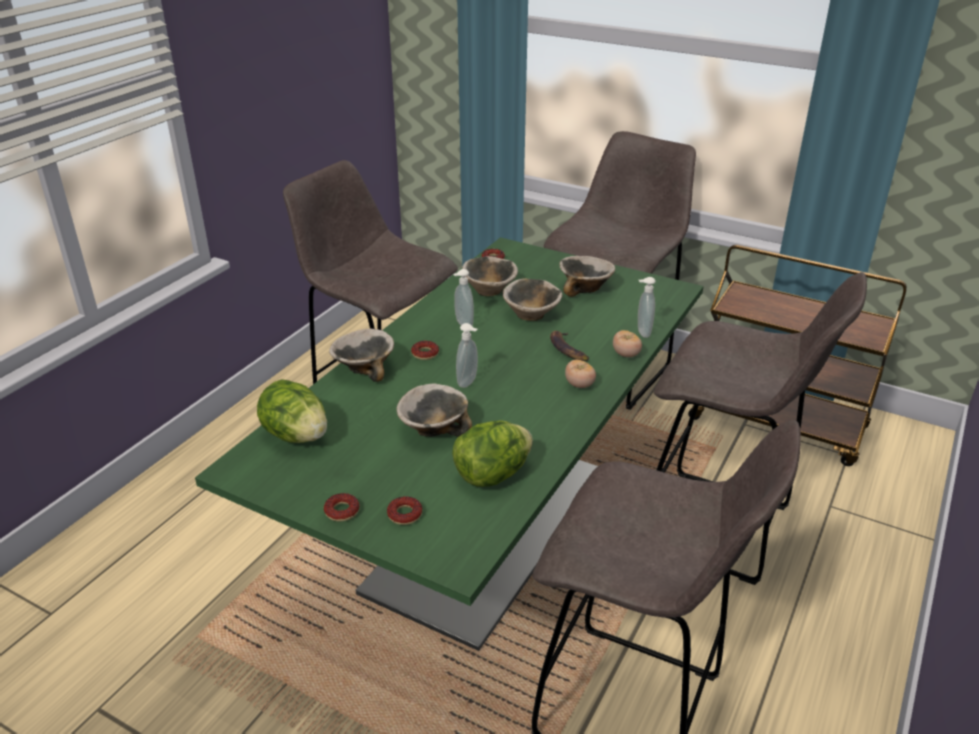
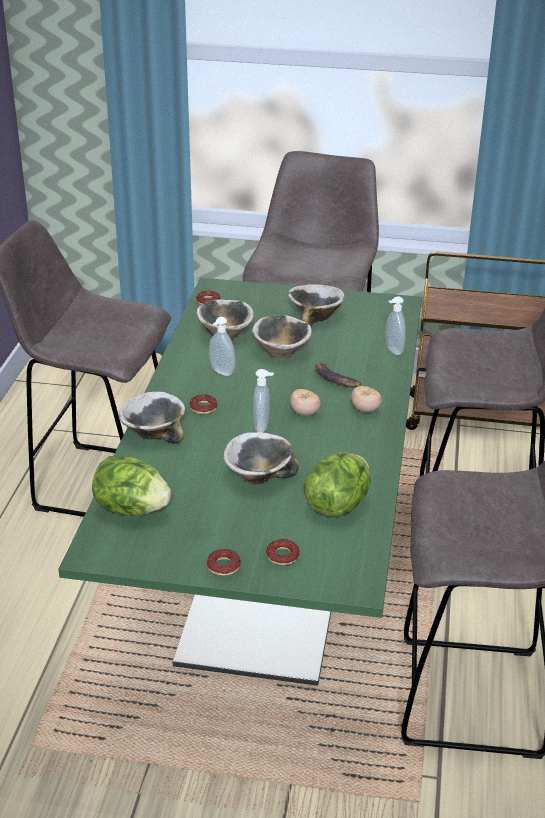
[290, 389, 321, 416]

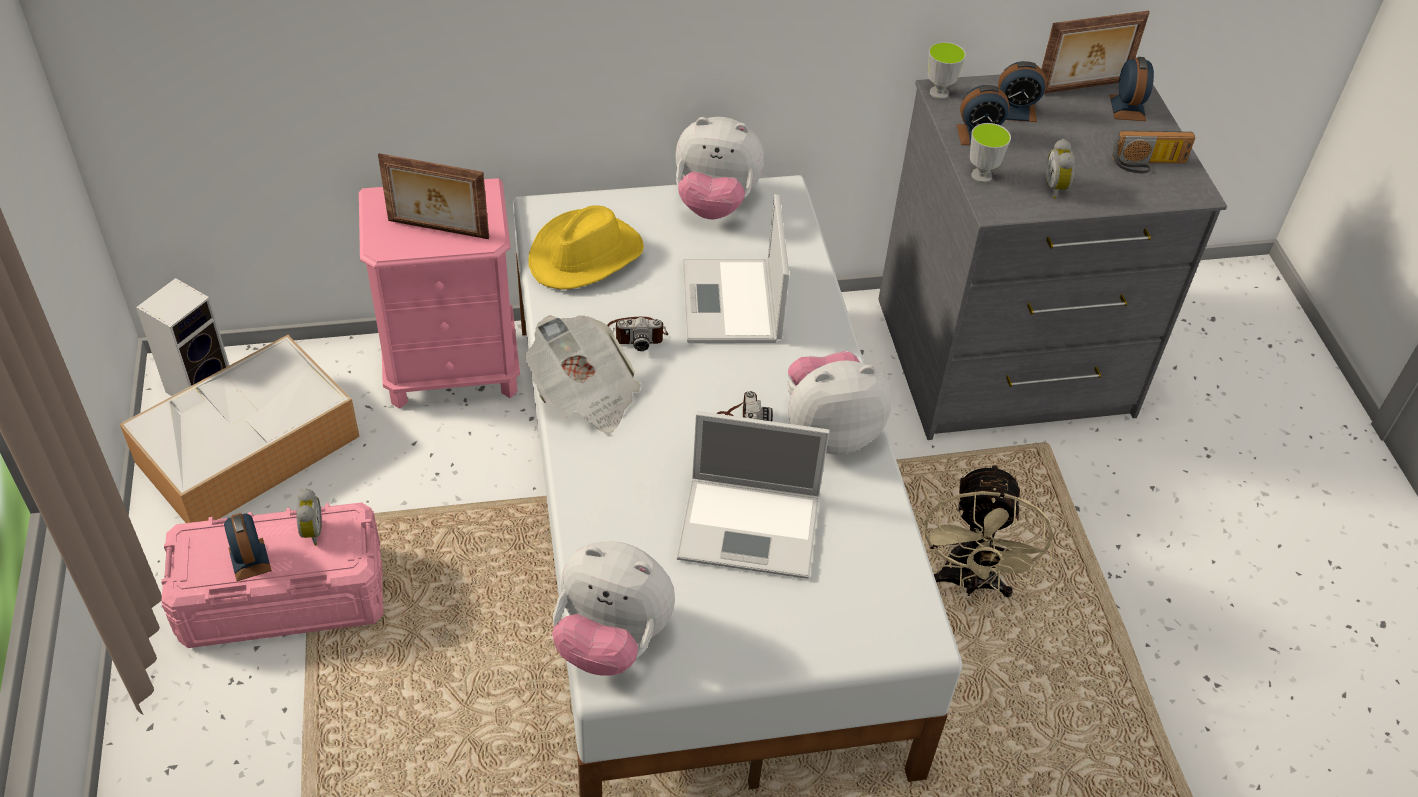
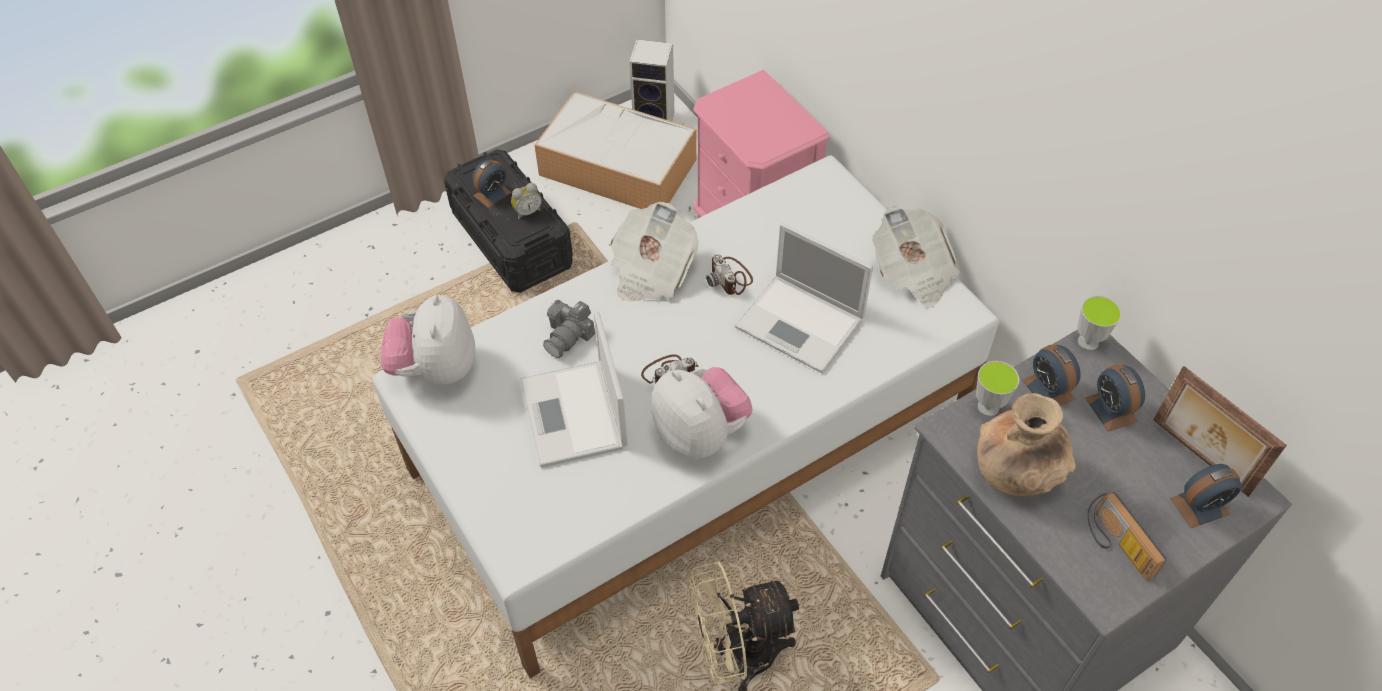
[378, 153, 489, 239] (first image)
[528, 205, 644, 290] (first image)
[543, 300, 595, 358]
[872, 206, 960, 308]
[977, 393, 1076, 496]
[444, 150, 573, 293]
[735, 223, 873, 374]

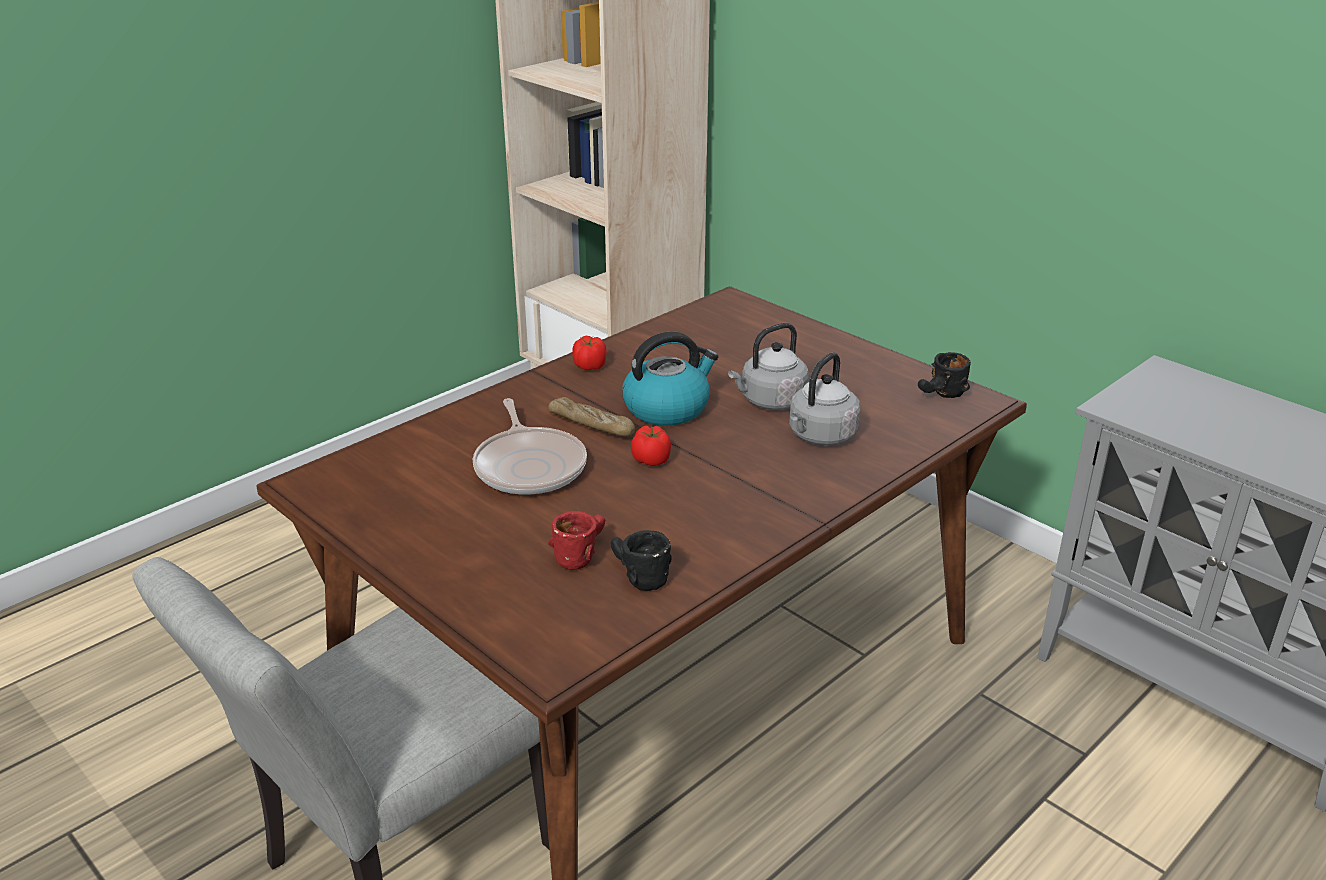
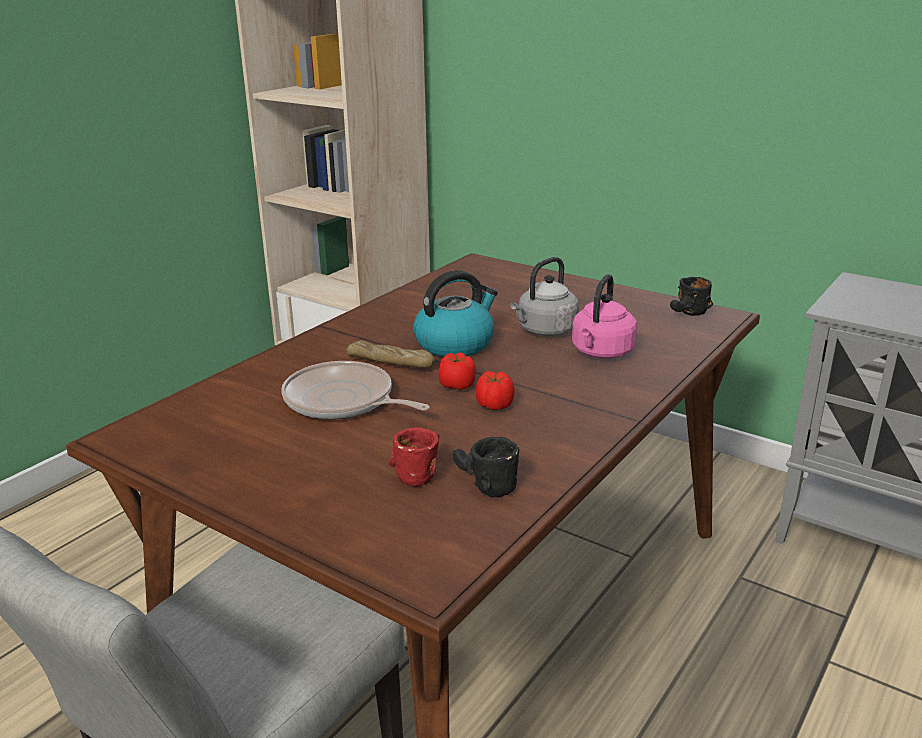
[475, 371, 515, 410]
[572, 274, 637, 359]
[281, 361, 430, 420]

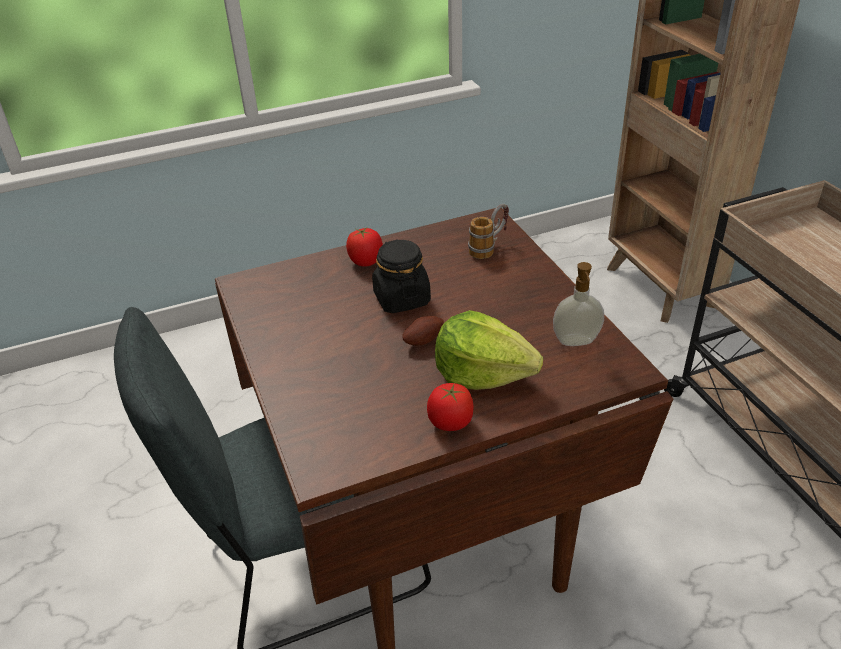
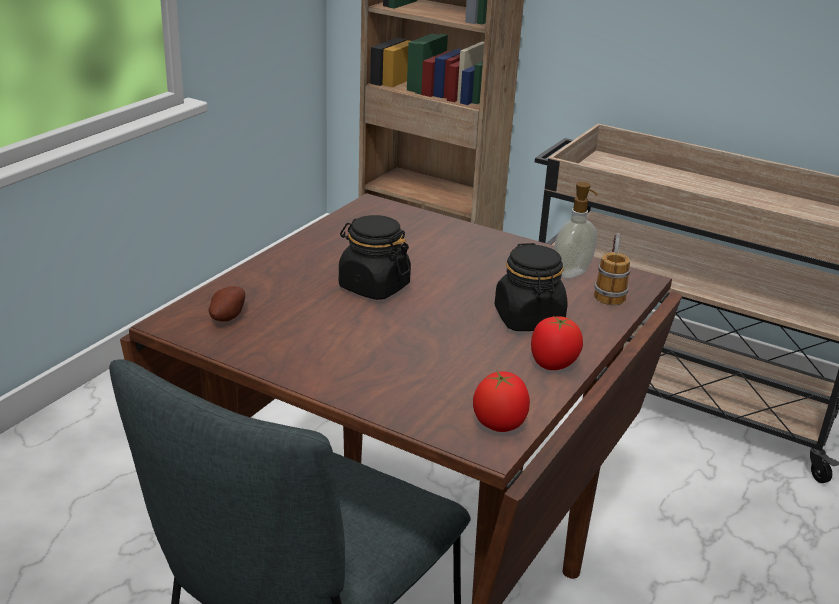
[473, 370, 530, 432]
[209, 286, 245, 322]
[594, 233, 630, 305]
[495, 243, 567, 331]

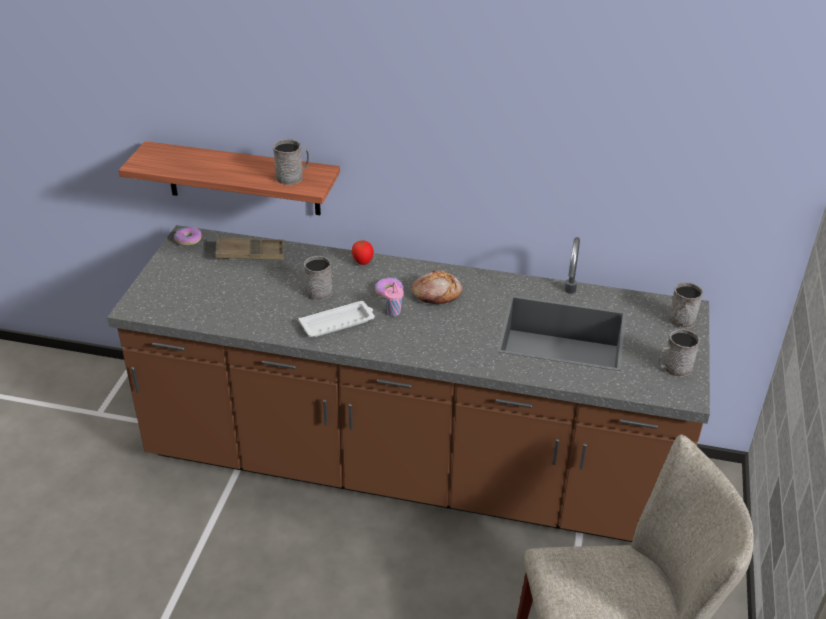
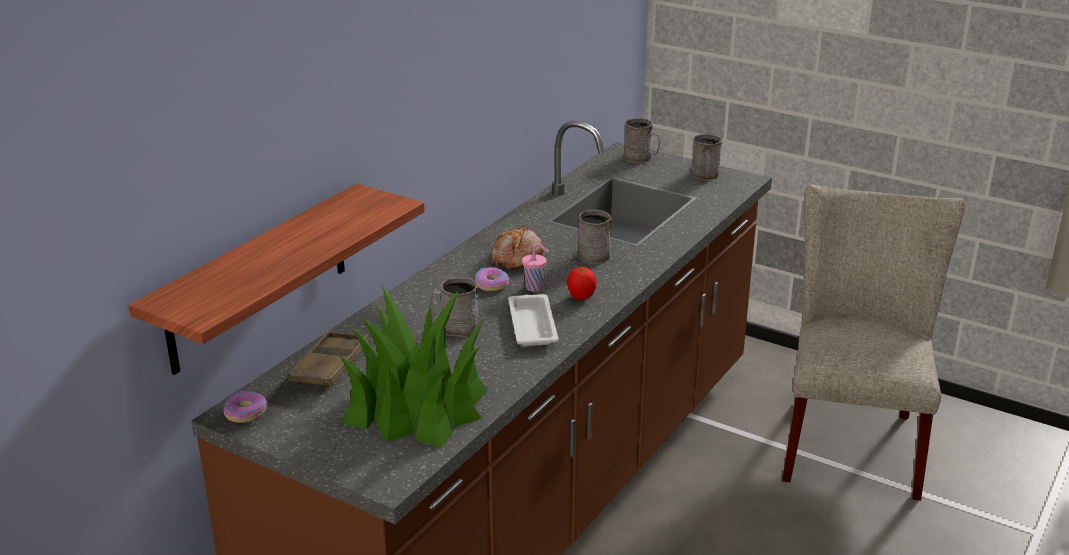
[339, 284, 488, 448]
[578, 210, 612, 264]
[567, 267, 597, 300]

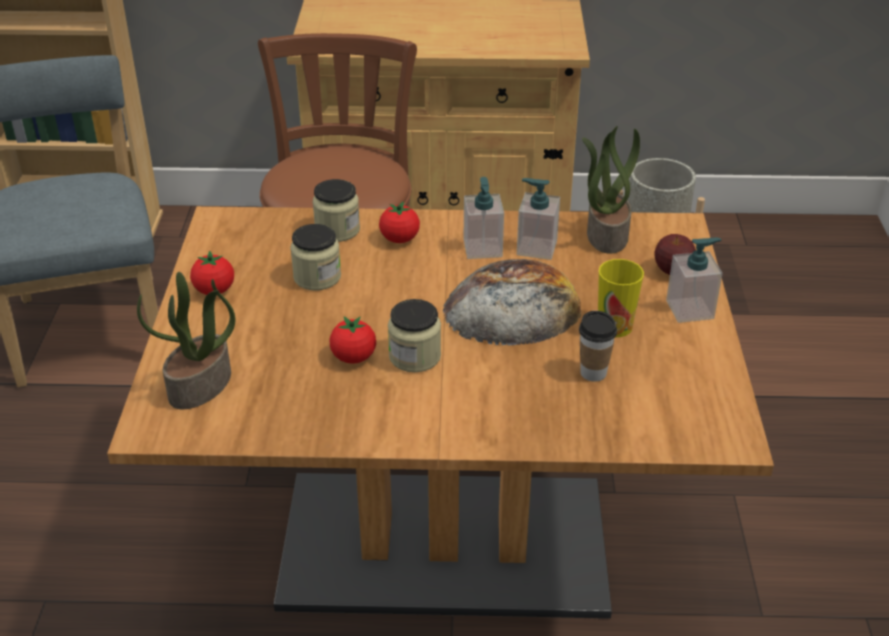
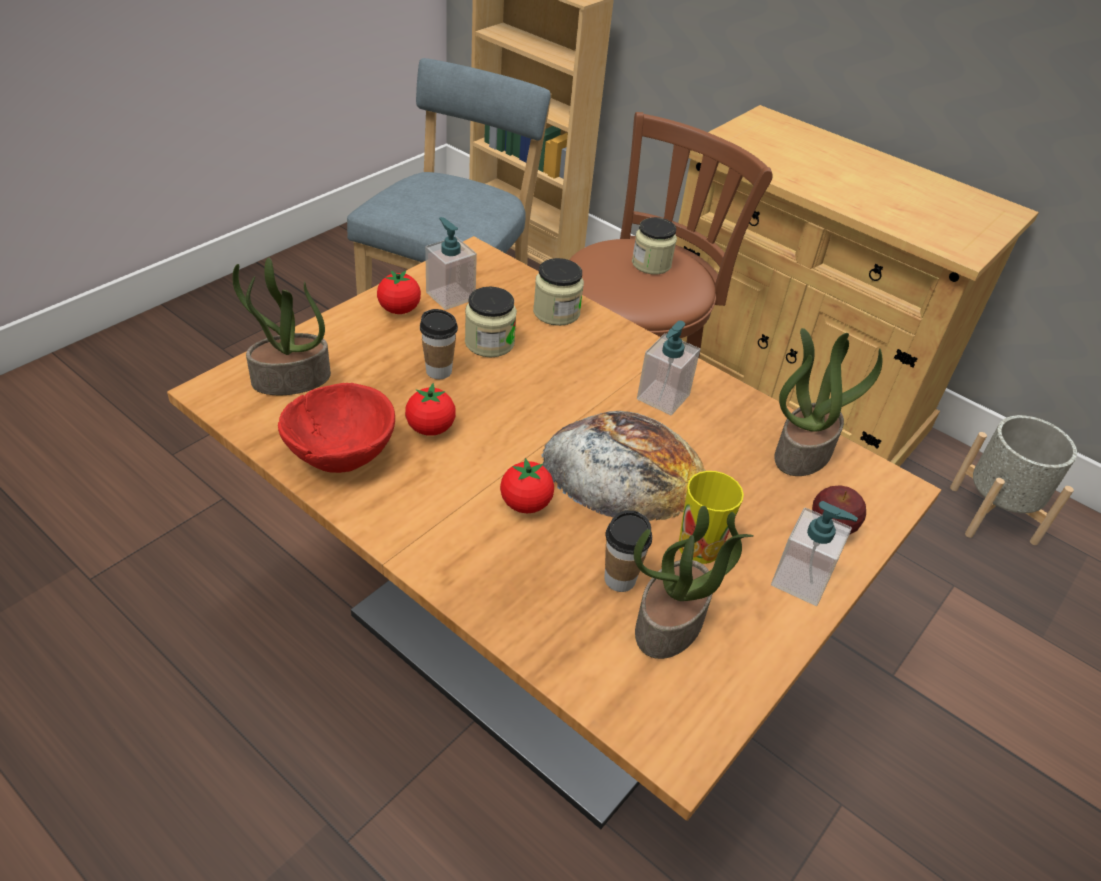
[278, 383, 395, 473]
[420, 309, 458, 379]
[634, 506, 754, 659]
[500, 458, 554, 513]
[632, 217, 677, 274]
[425, 217, 477, 310]

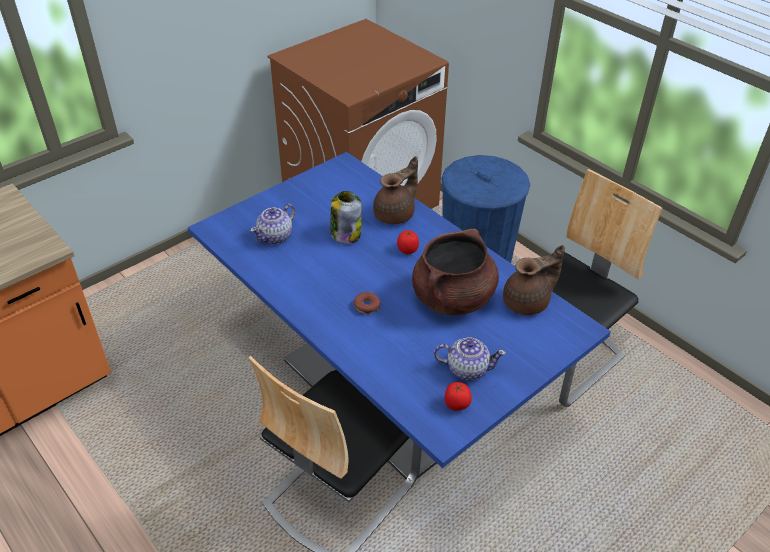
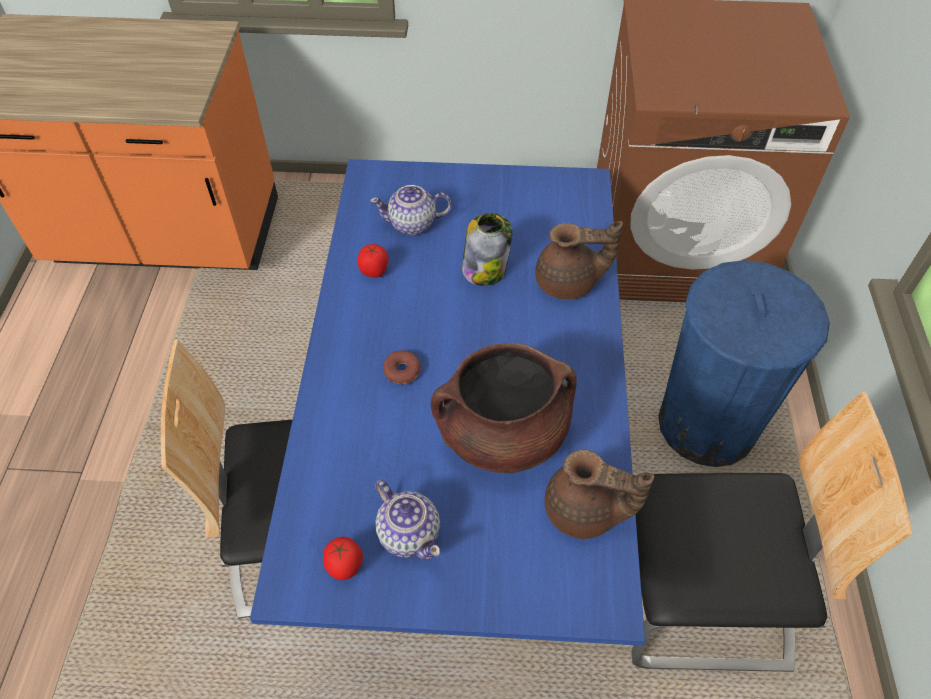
[358, 244, 389, 278]

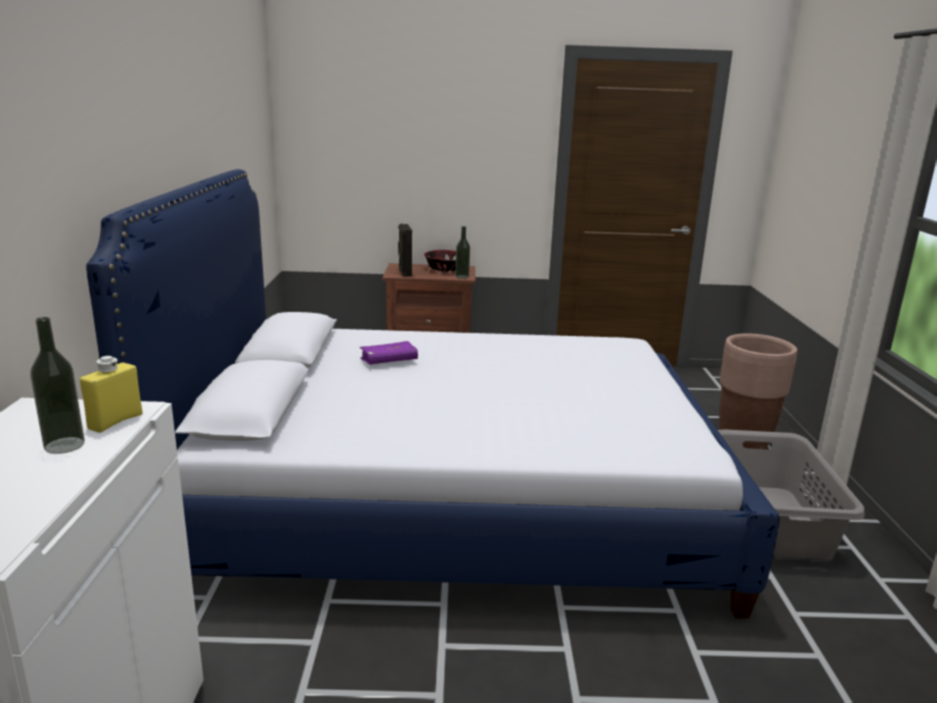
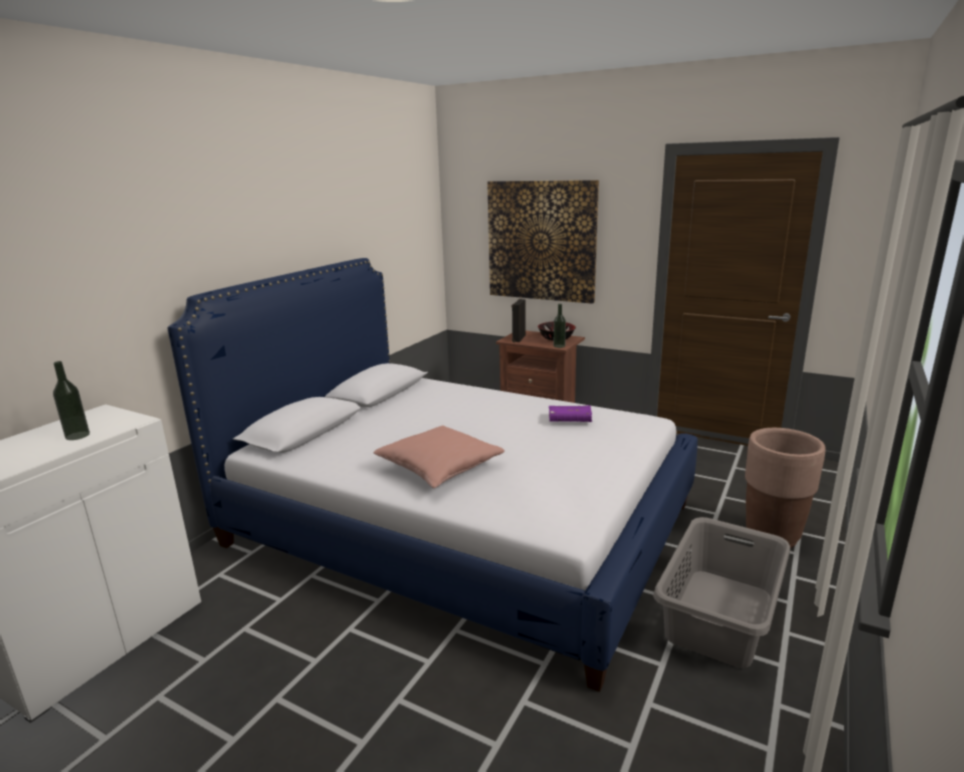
[80, 356, 143, 433] (first image)
[373, 426, 505, 488]
[487, 180, 599, 304]
[549, 406, 592, 422]

